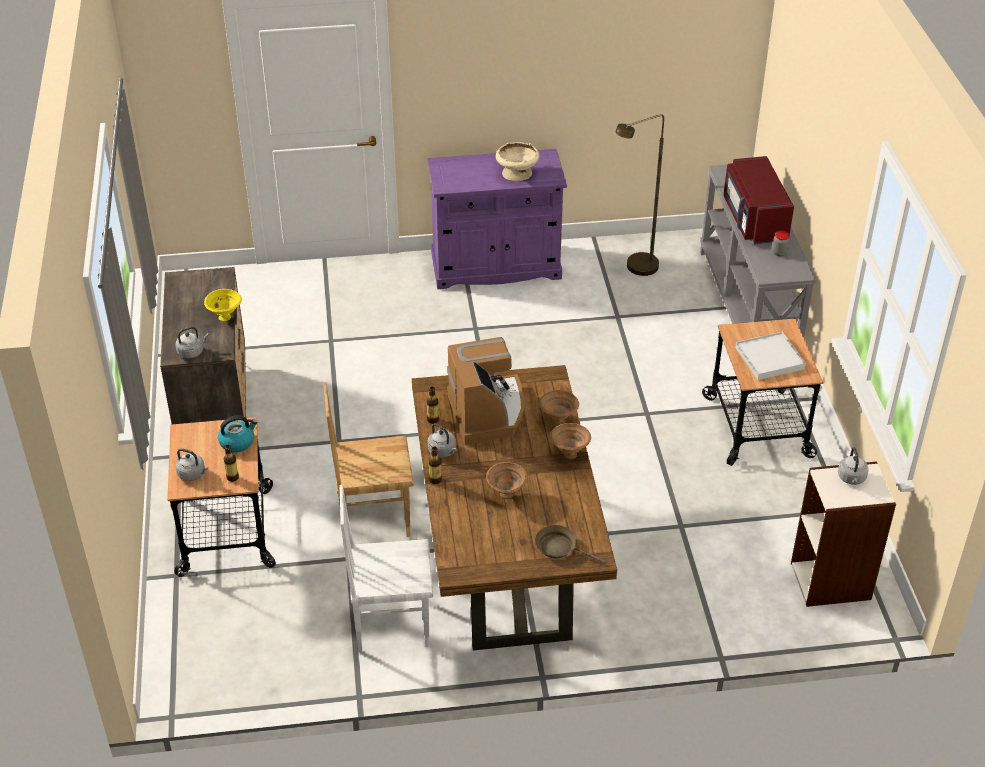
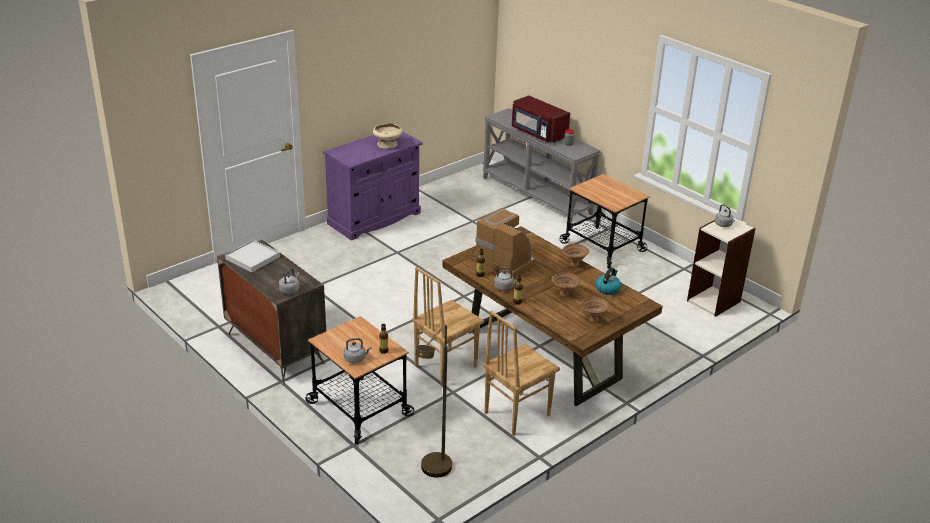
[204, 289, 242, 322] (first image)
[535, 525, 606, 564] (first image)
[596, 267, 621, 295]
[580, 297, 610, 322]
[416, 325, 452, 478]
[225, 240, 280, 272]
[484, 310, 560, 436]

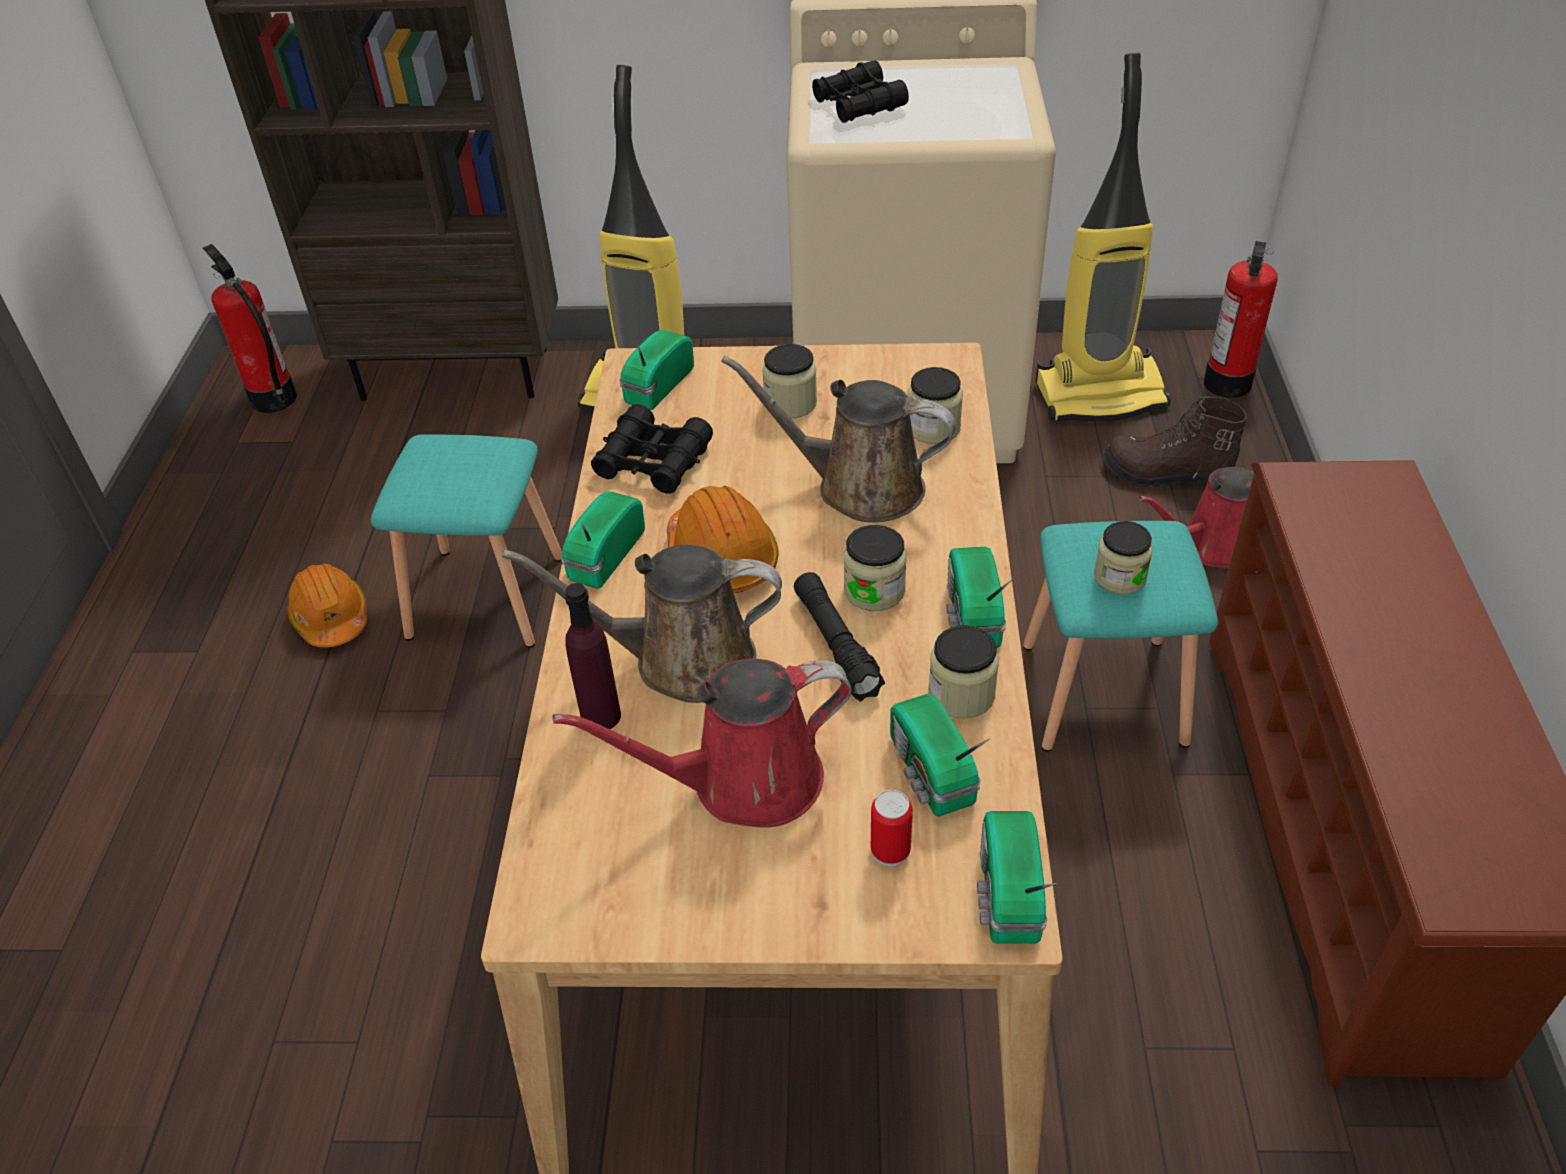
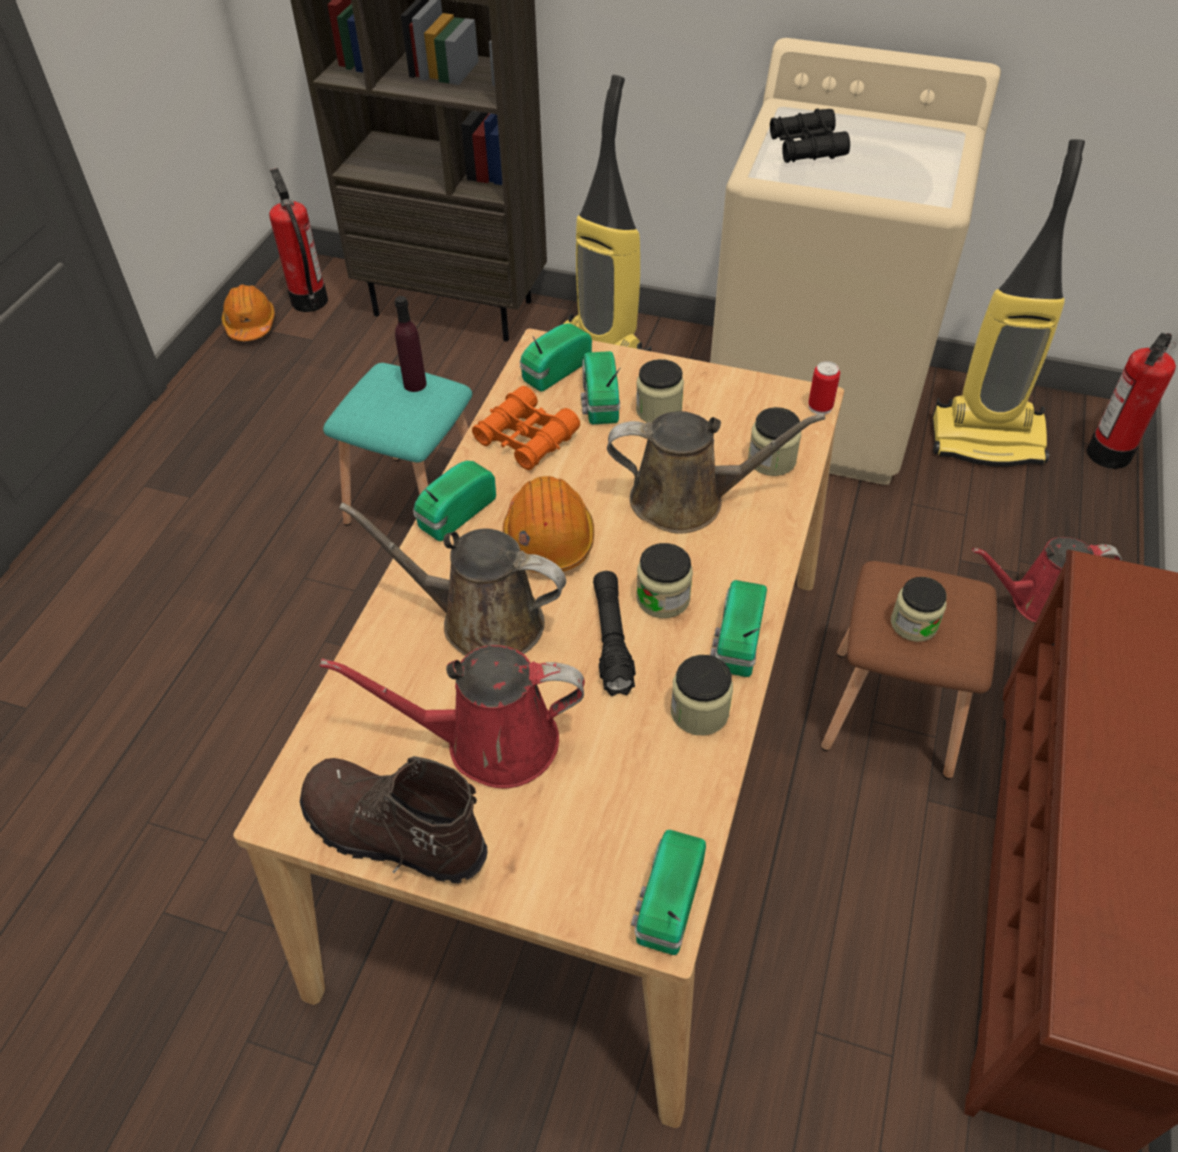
[222, 285, 275, 341]
[395, 296, 427, 392]
[808, 361, 840, 414]
[581, 351, 621, 425]
[300, 756, 487, 883]
[472, 386, 580, 470]
[821, 561, 997, 779]
[607, 411, 825, 534]

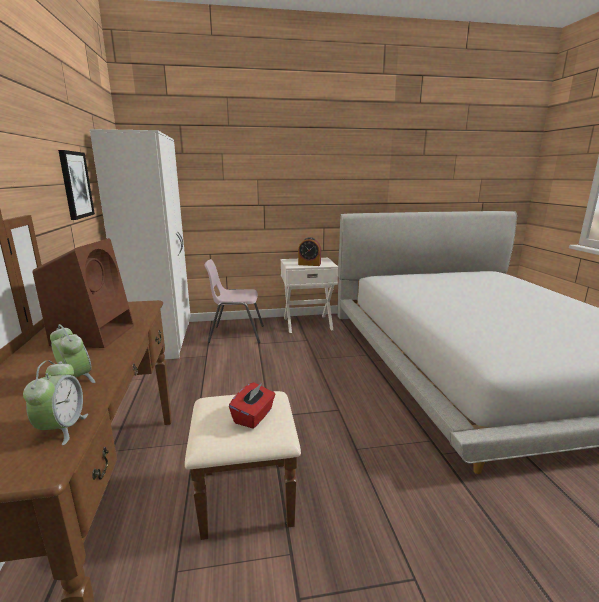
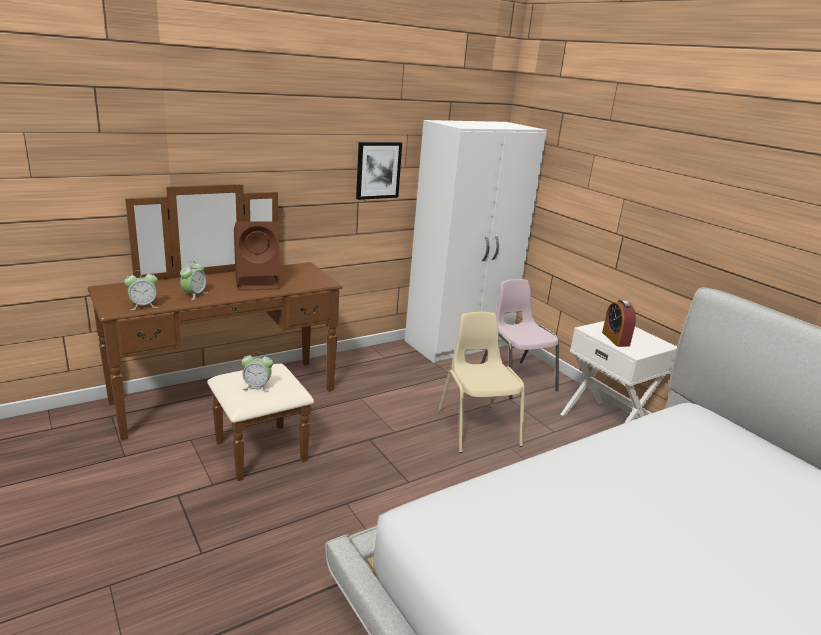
[438, 312, 525, 453]
[241, 352, 273, 392]

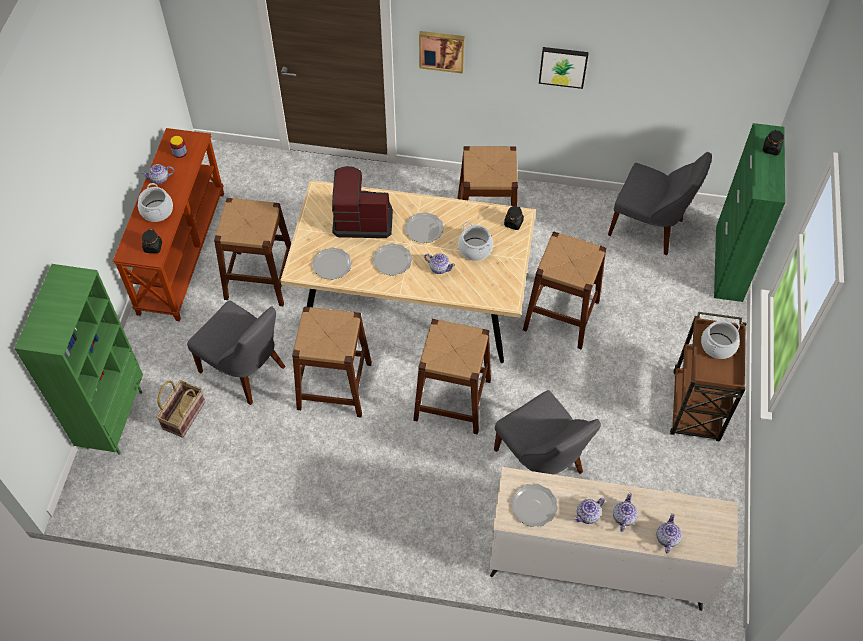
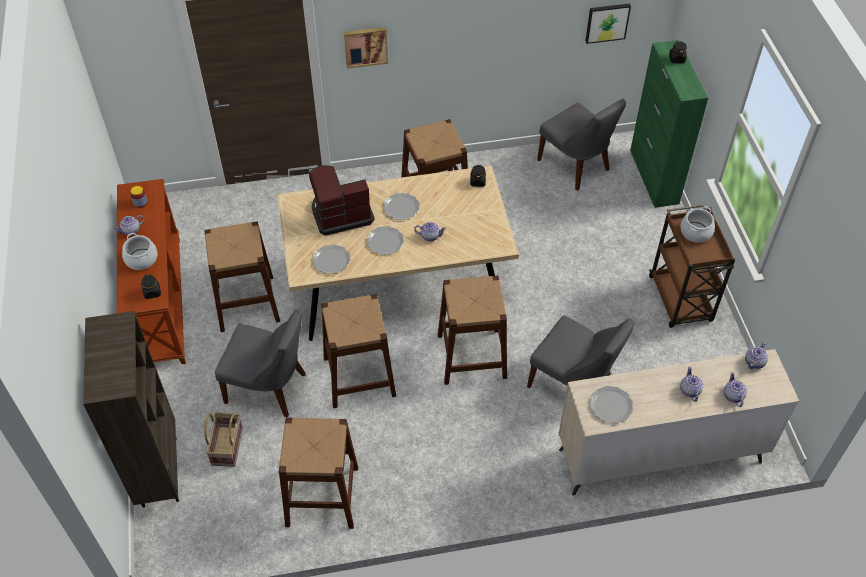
[458, 222, 493, 261] (first image)
[279, 418, 358, 529]
[586, 3, 631, 44]
[745, 342, 768, 369]
[83, 311, 179, 508]
[537, 99, 626, 191]

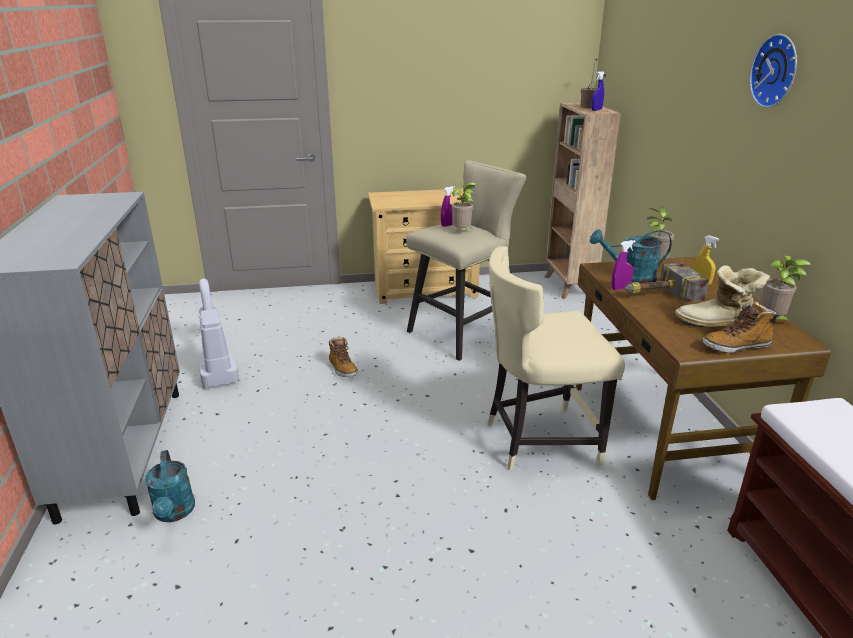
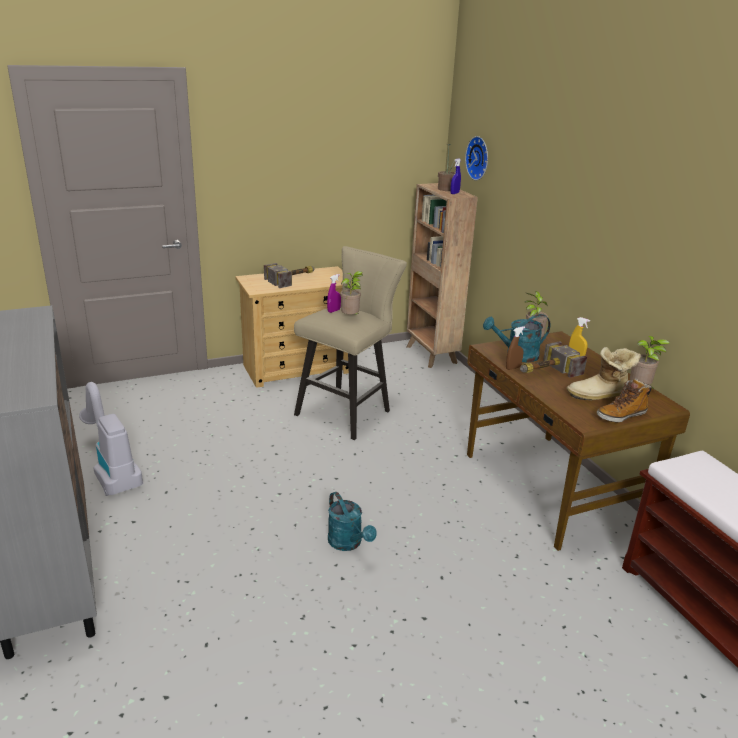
[329, 337, 358, 377] (first image)
[487, 246, 625, 470] (first image)
[264, 263, 315, 288]
[328, 492, 377, 551]
[465, 136, 488, 180]
[506, 326, 525, 370]

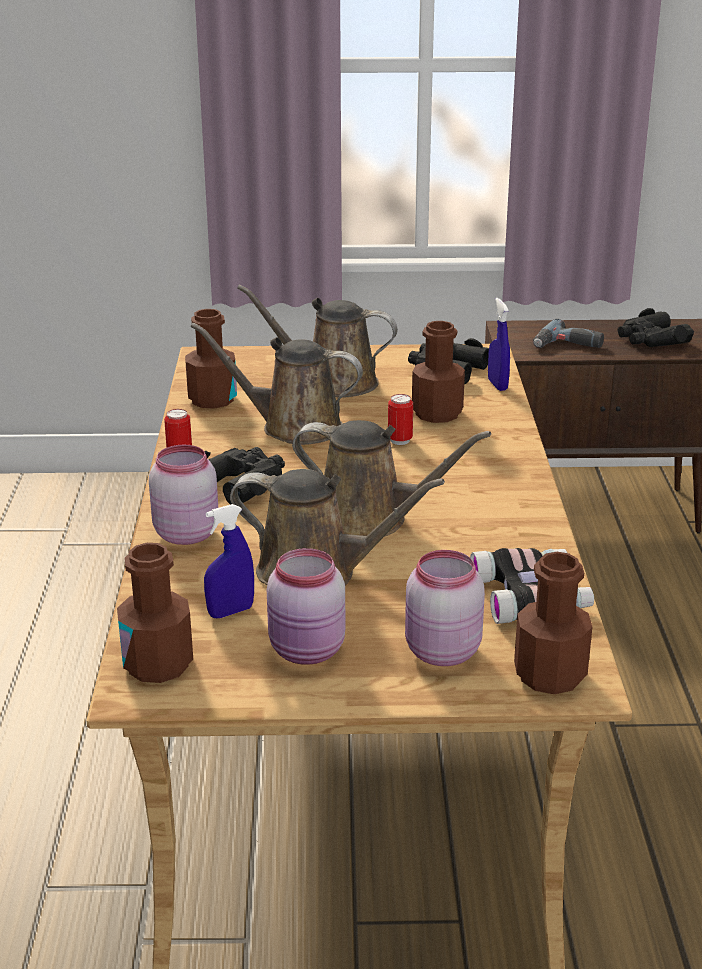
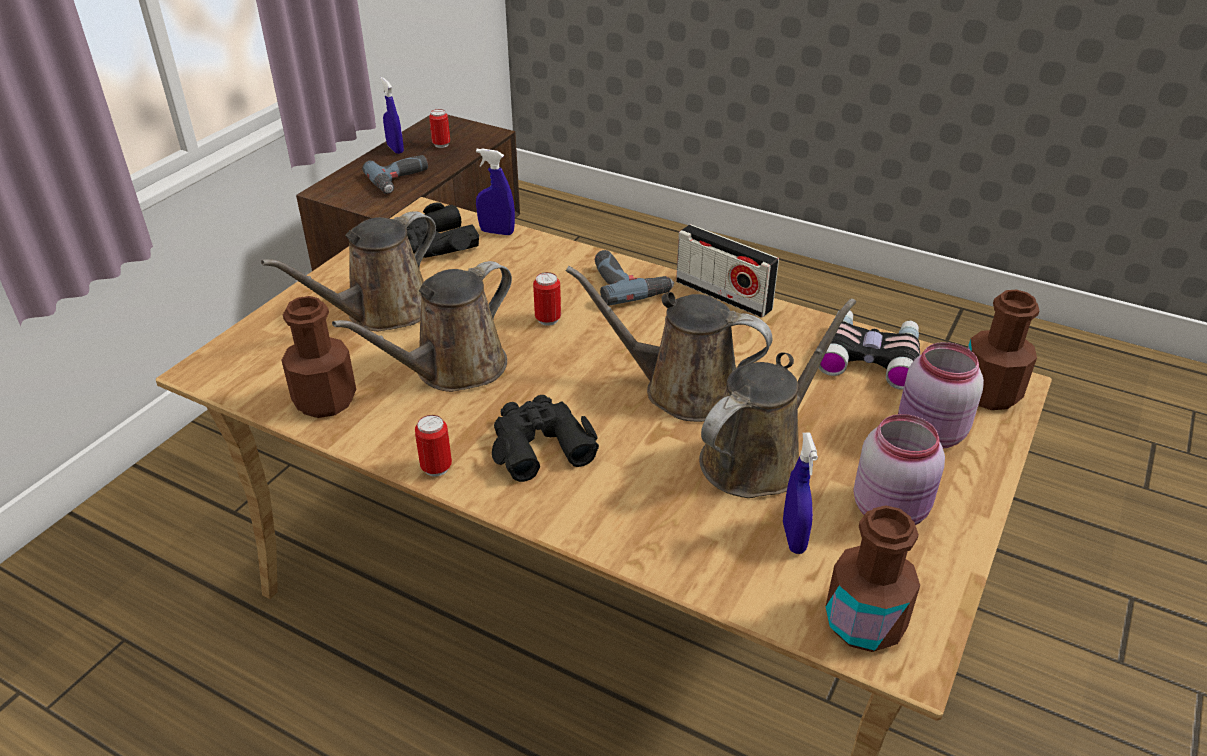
[149, 445, 218, 545] (first image)
[412, 321, 465, 423] (first image)
[380, 77, 404, 154]
[595, 250, 674, 306]
[676, 224, 779, 318]
[429, 109, 450, 148]
[566, 266, 772, 422]

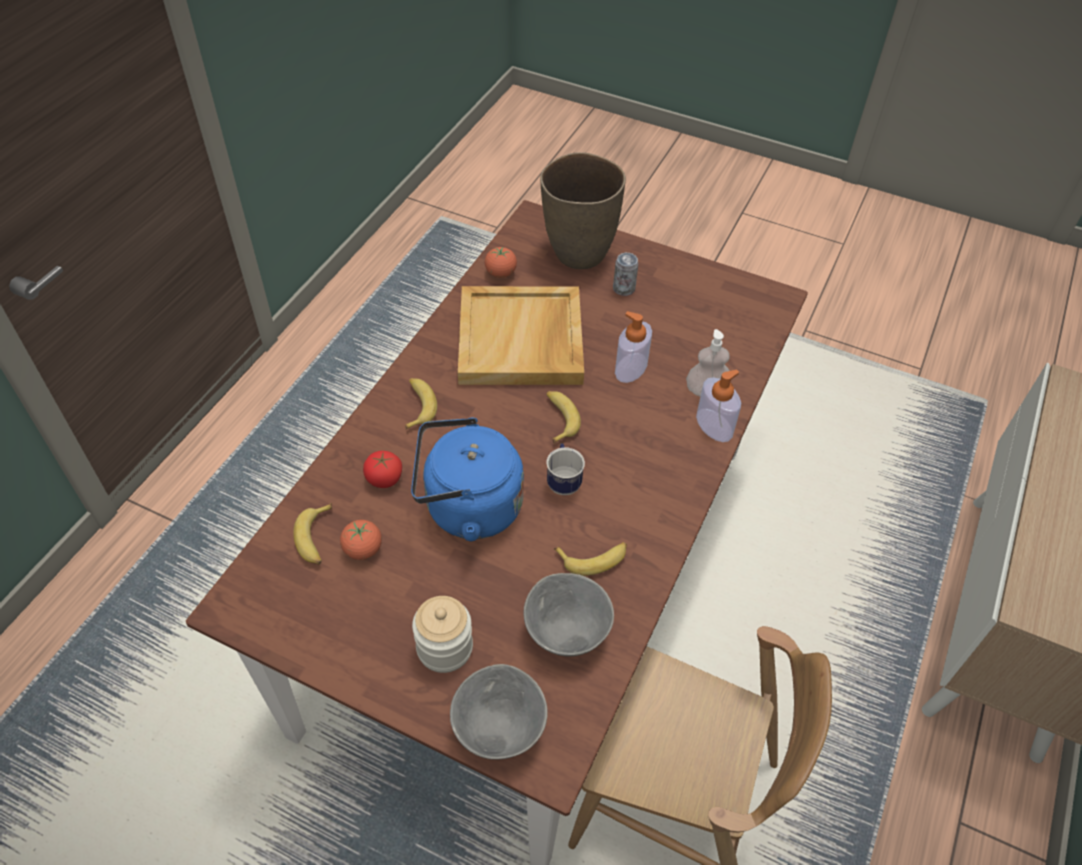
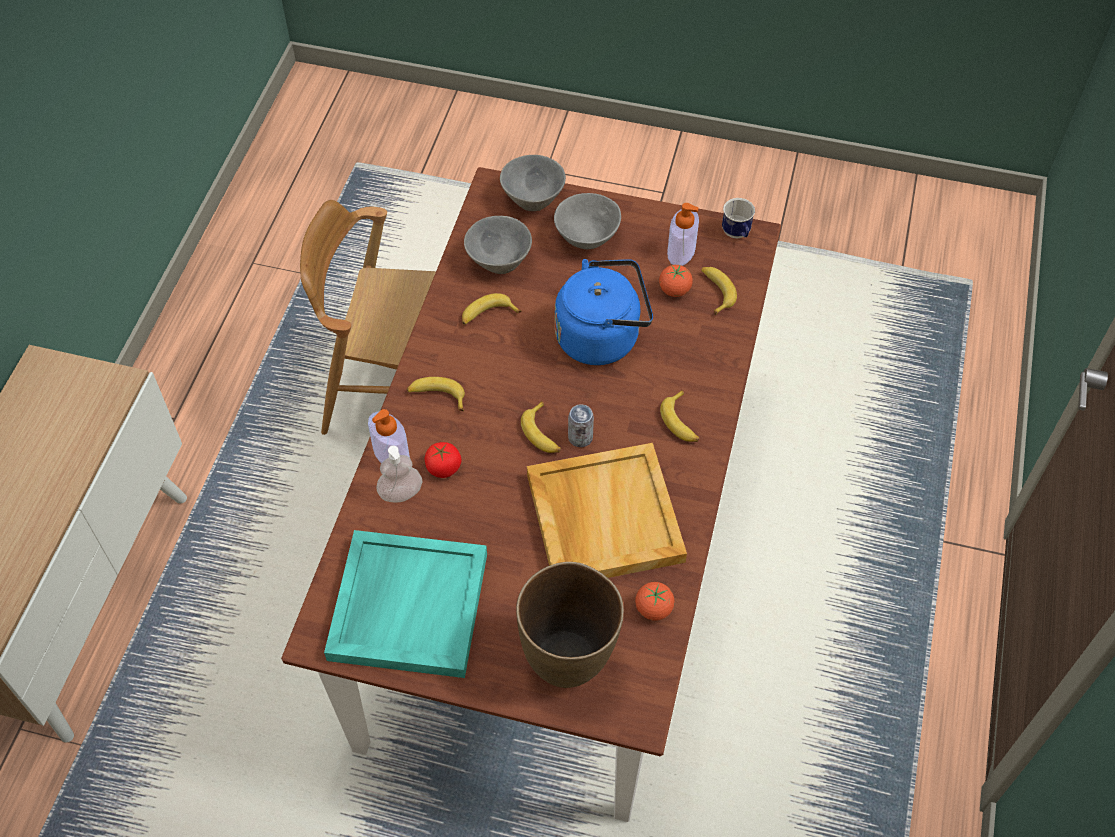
[324, 530, 487, 678]
[407, 377, 465, 411]
[425, 442, 461, 478]
[722, 198, 755, 238]
[568, 404, 594, 447]
[667, 203, 699, 266]
[554, 193, 621, 249]

